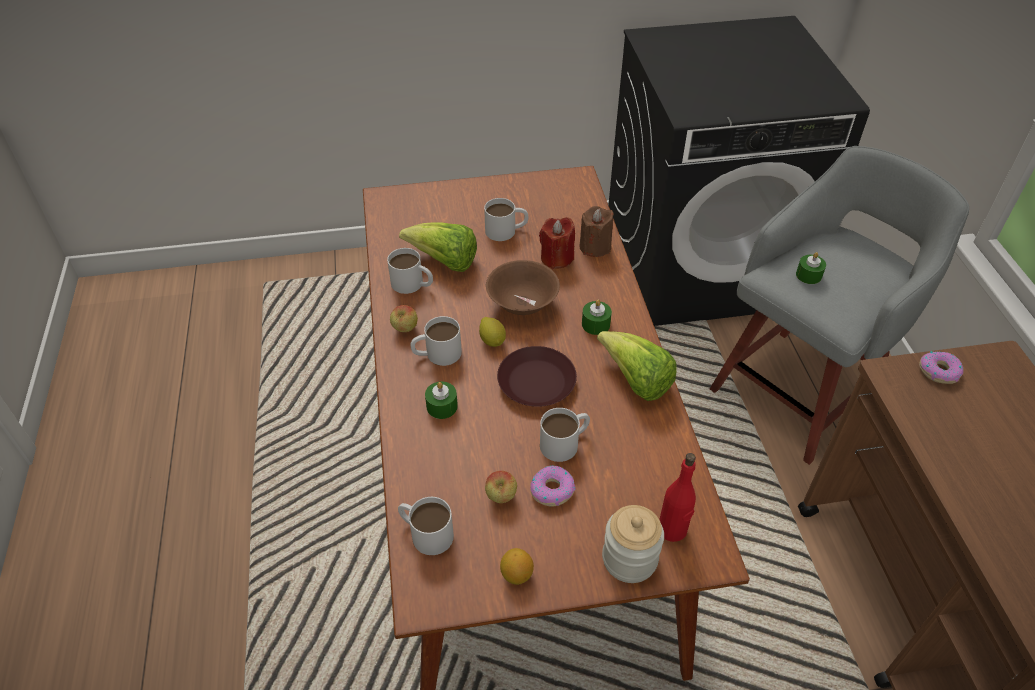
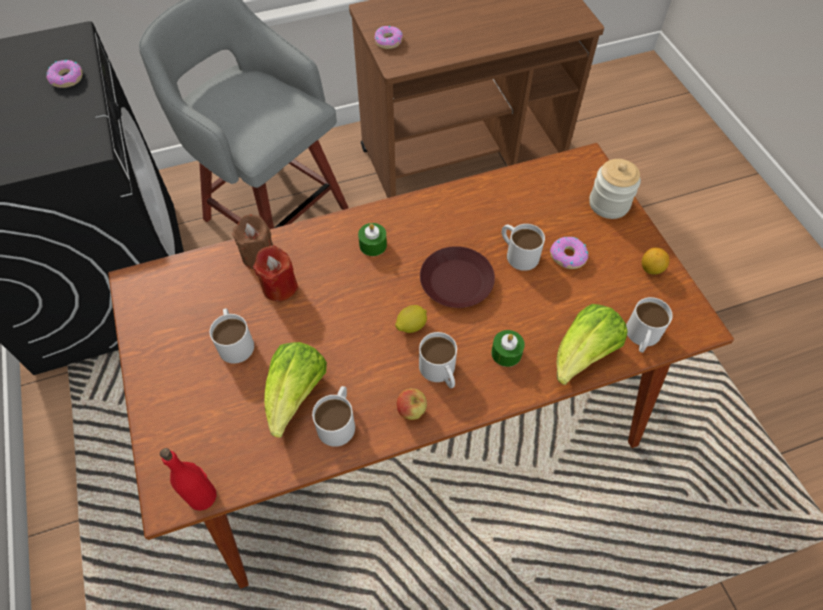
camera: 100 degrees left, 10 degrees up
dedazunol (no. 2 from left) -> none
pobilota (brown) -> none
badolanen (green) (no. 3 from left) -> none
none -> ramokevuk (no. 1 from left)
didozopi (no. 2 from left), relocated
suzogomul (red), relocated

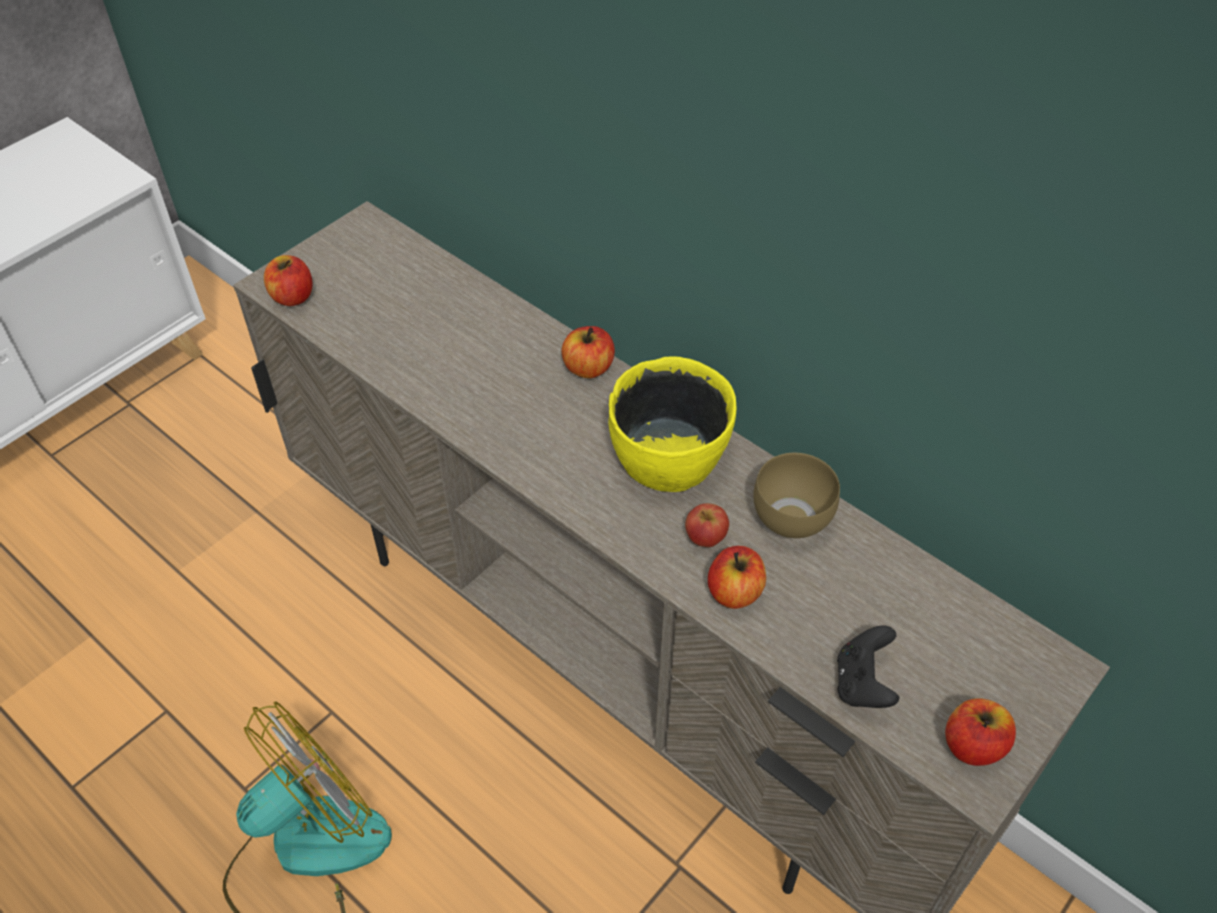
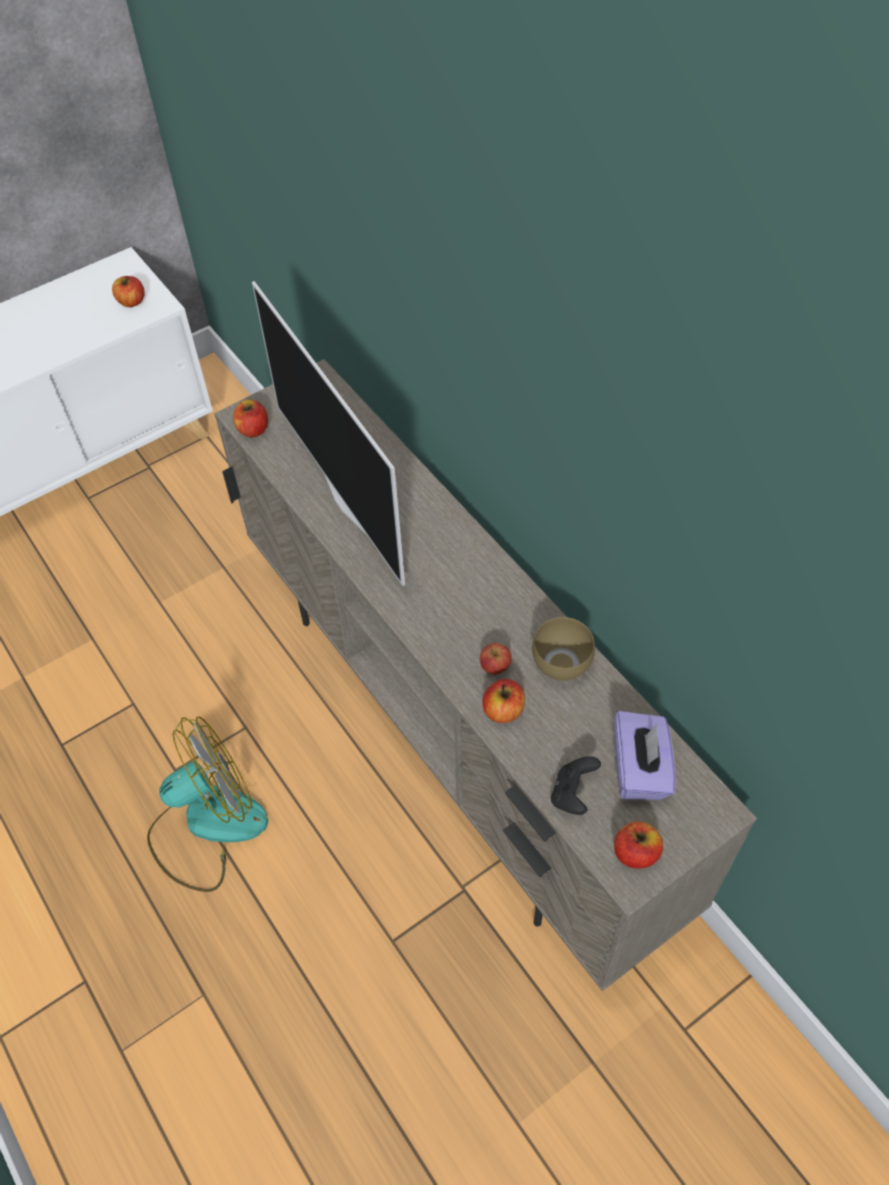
camera: 15 degrees right, 5 degrees up
pobilota (yellow) -> none
none -> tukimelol
none -> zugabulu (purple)
dedazunol (no. 2 from left in the first image) -> dedazunol (no. 1 from left), relocated

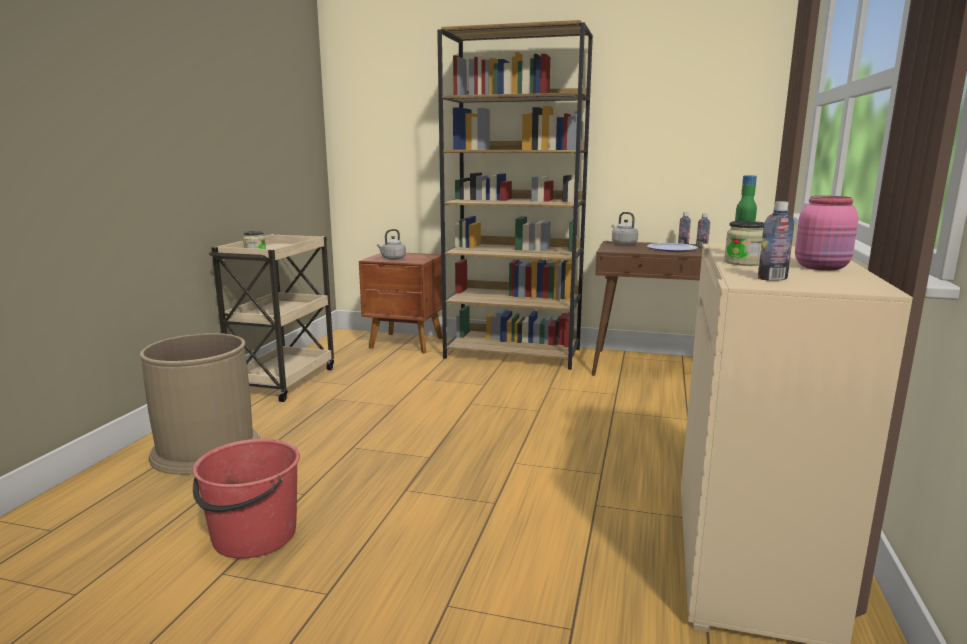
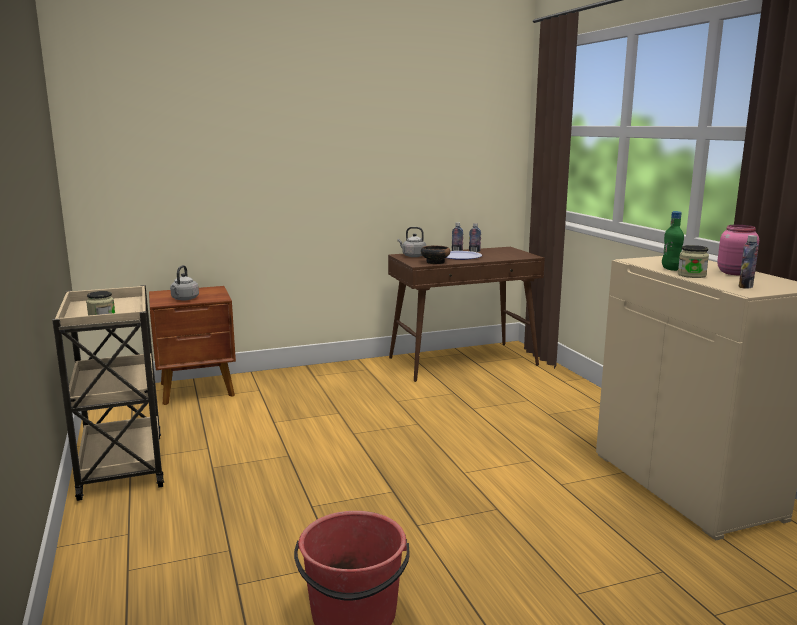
camera: 35 degrees left, 0 degrees up
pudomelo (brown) -> none
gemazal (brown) -> none
none -> pobilota

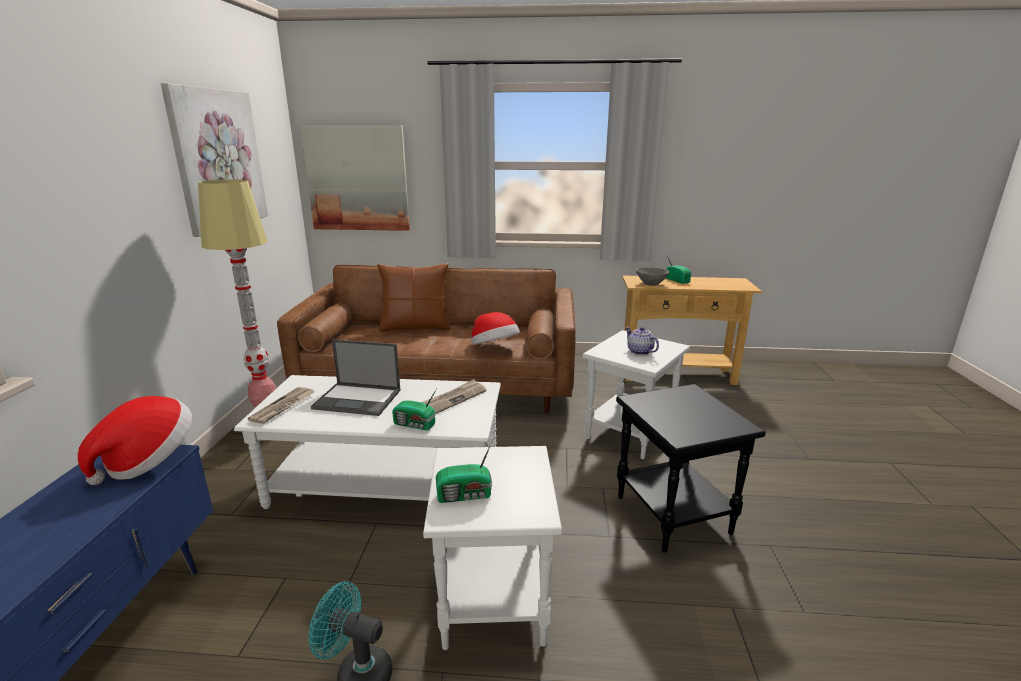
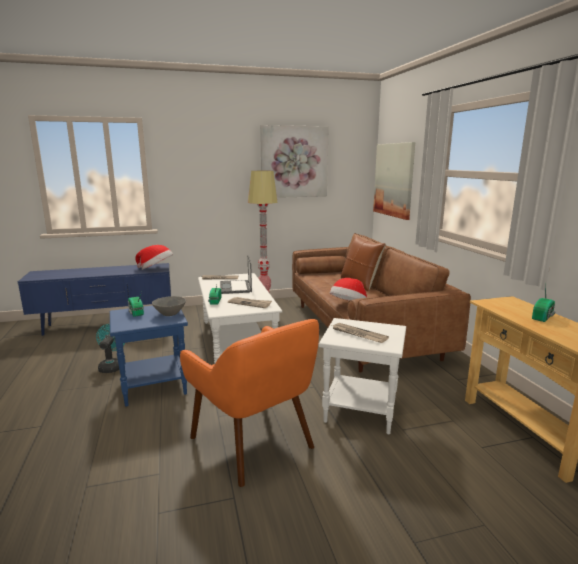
camera: 70 degrees right, 5 degrees down
pobilota (grey), relocated
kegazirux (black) -> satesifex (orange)
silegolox -> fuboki (no. 3 from left)
kegazirux (white) (no. 1 from left) -> kegazirux (blue)

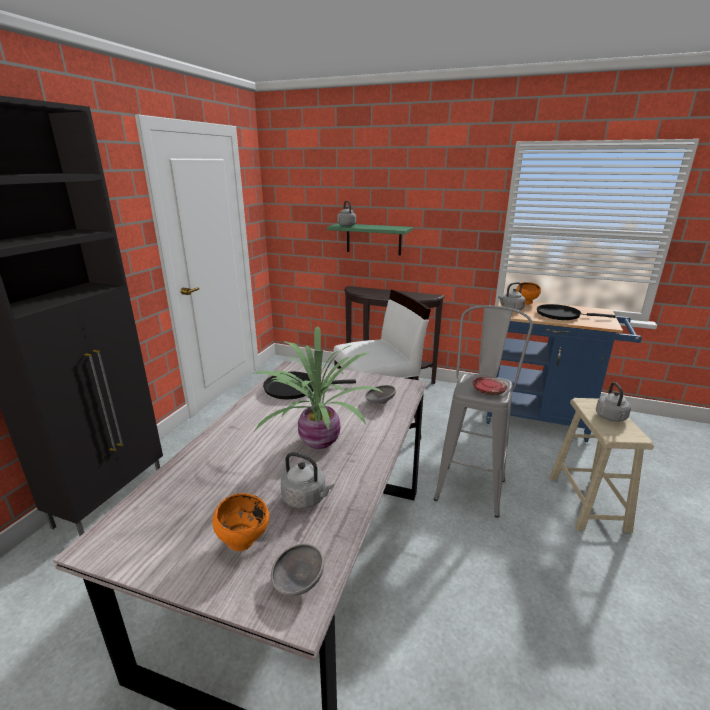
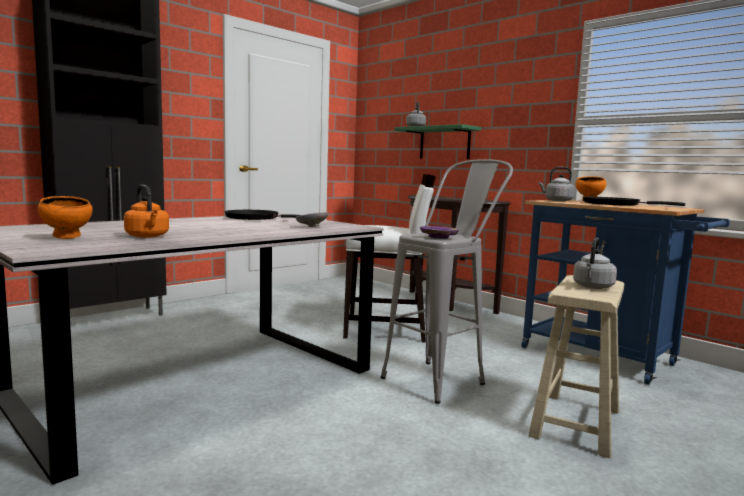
camera: 25 degrees right, 15 degrees down
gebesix -> none
pobilota (grey) (no. 1 from left) -> none
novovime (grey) (no. 1 from left) -> novovime (orange)
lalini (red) -> lalini (purple)

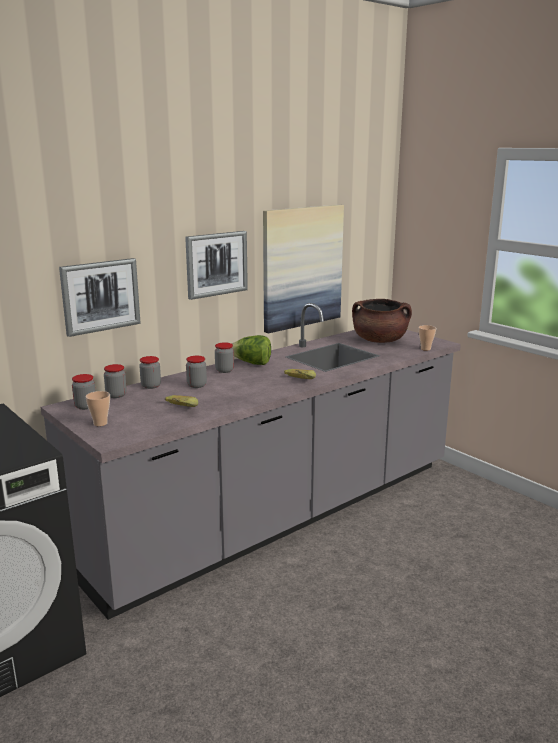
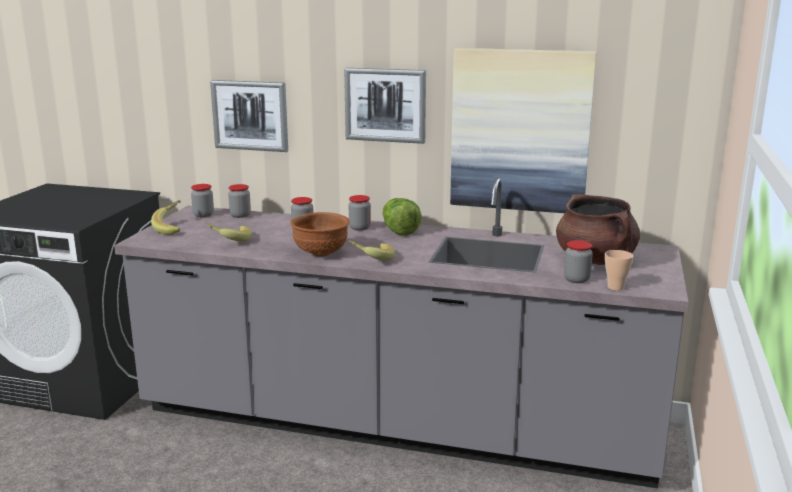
camera: 55 degrees right, 0 degrees up
none -> pobilota (brown)
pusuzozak (no. 3 from left in the first image) -> pusuzozak (no. 5 from left), relocated
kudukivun (no. 1 from left) -> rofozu (no. 1 from left)

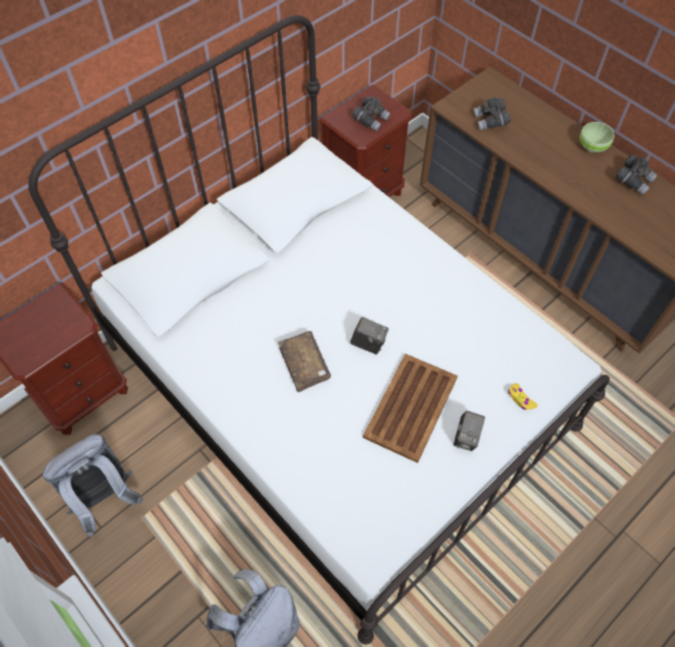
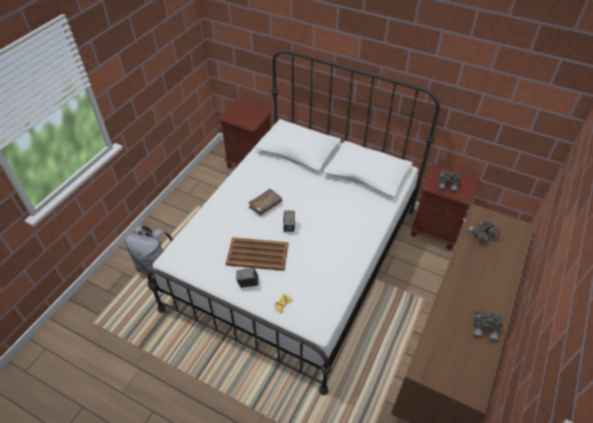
camera: 70 degrees right, 10 degrees down
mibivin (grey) (no. 1 from left) -> none
pobilota (green) -> none

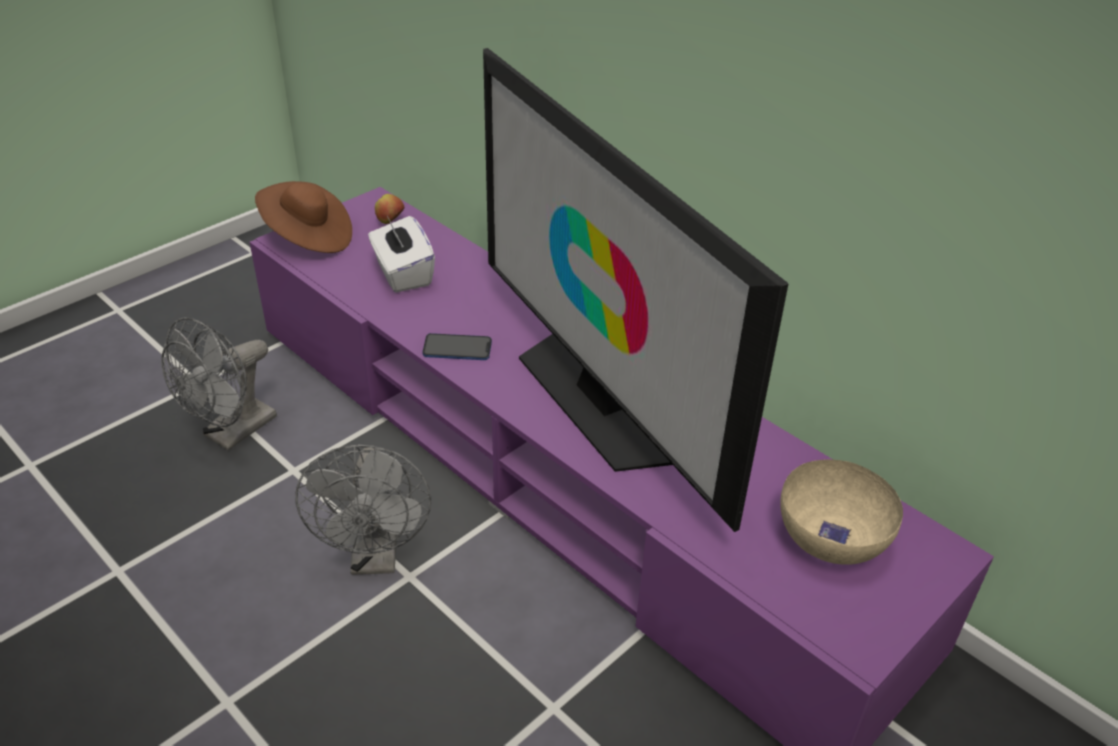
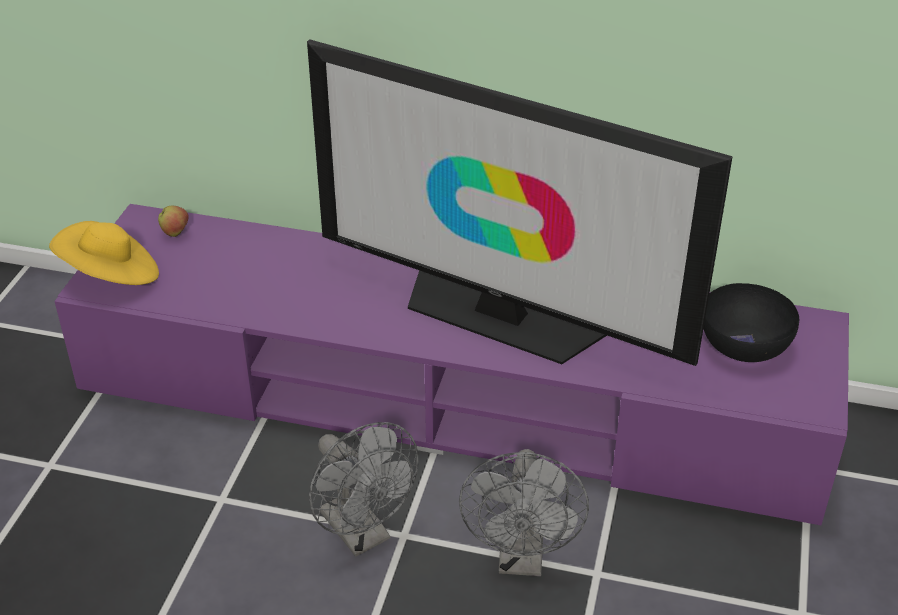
camera: 30 degrees left, 0 degrees up
zugabulu (white) -> none
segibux -> none
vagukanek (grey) (no. 1 from left in the first image) -> vagukanek (grey) (no. 2 from left), relocated
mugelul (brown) -> mugelul (yellow)
pobilota (beige) -> pobilota (black)

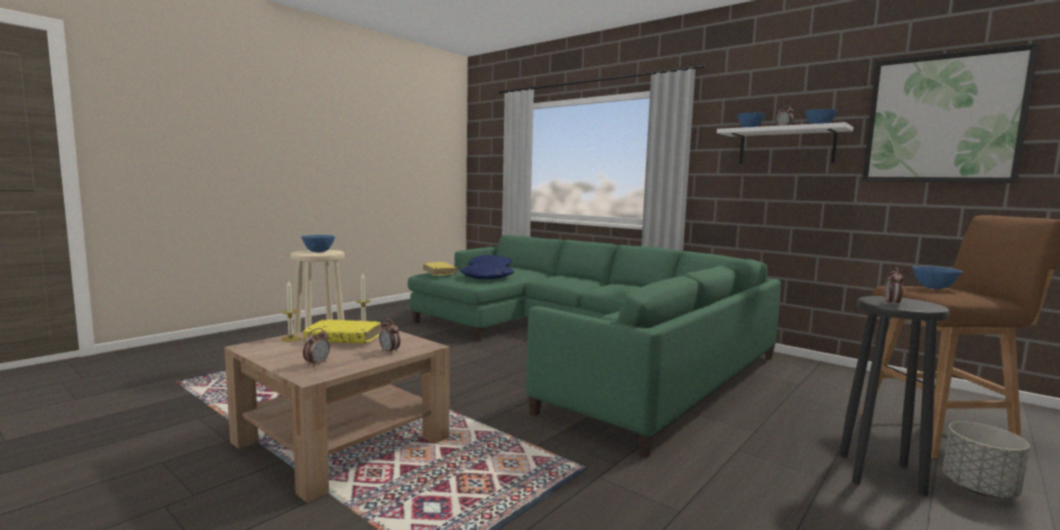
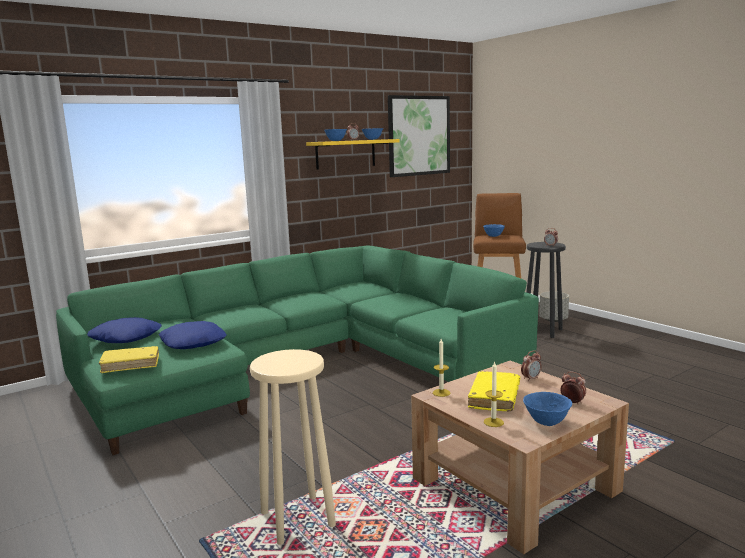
camera: 75 degrees left, 5 degrees up
pobilota (blue) (no. 1 from left in the first image) -> pobilota (blue) (no. 4 from left), relocated
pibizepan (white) -> pibizepan (yellow)

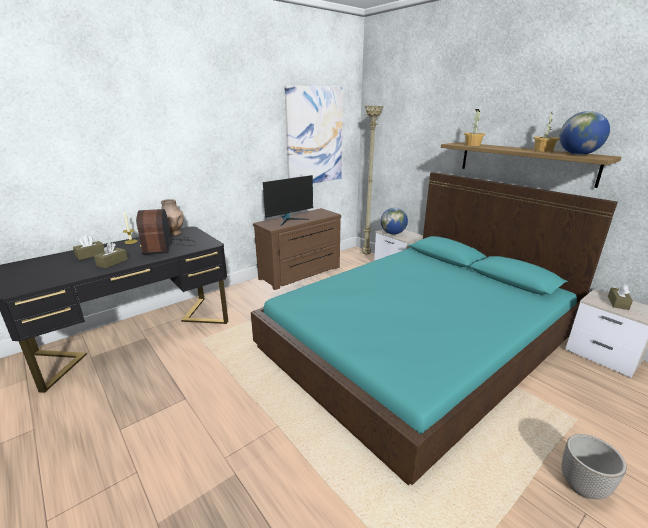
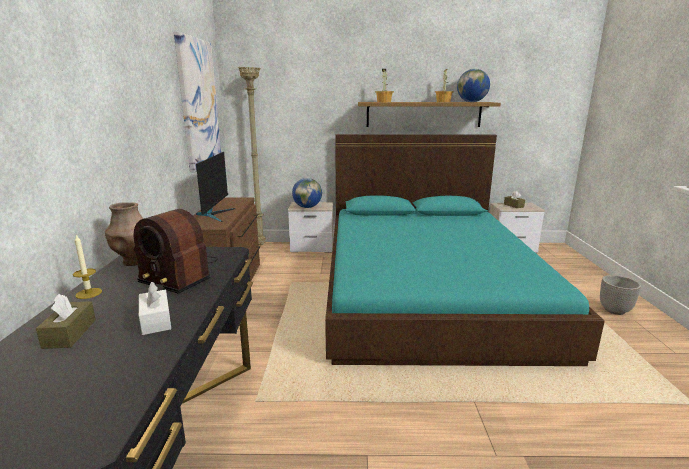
camera: 50 degrees left, 5 degrees down
zugabulu (brown) (no. 2 from left) -> zugabulu (white)

